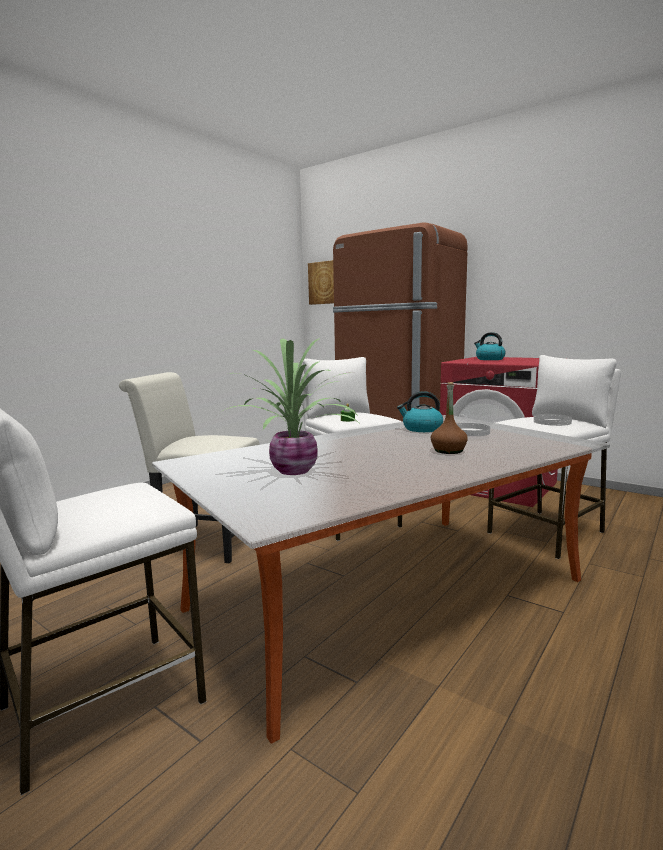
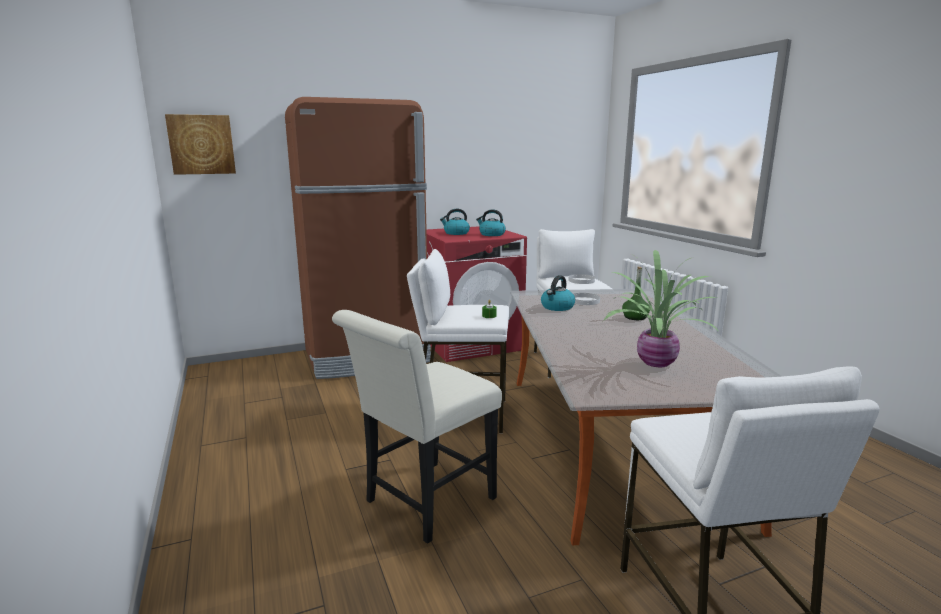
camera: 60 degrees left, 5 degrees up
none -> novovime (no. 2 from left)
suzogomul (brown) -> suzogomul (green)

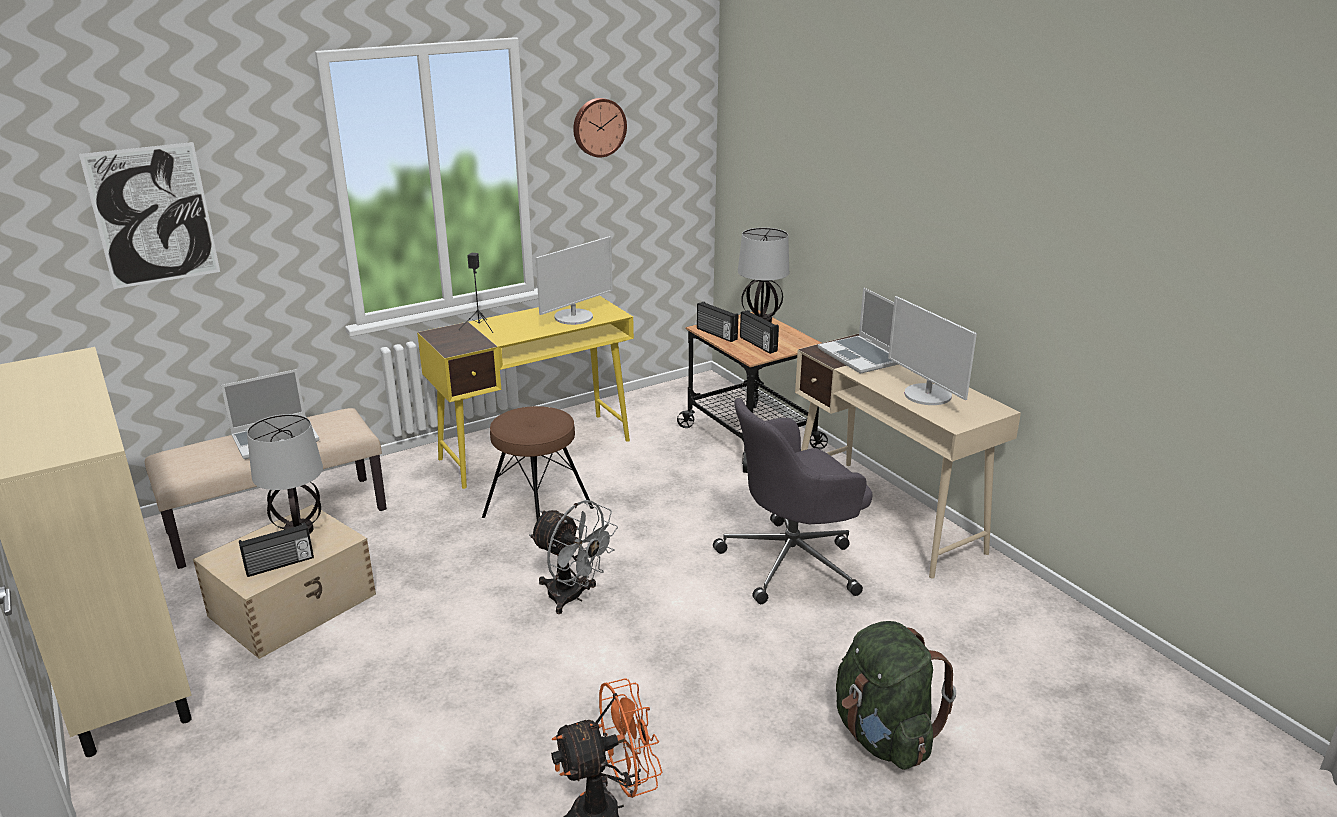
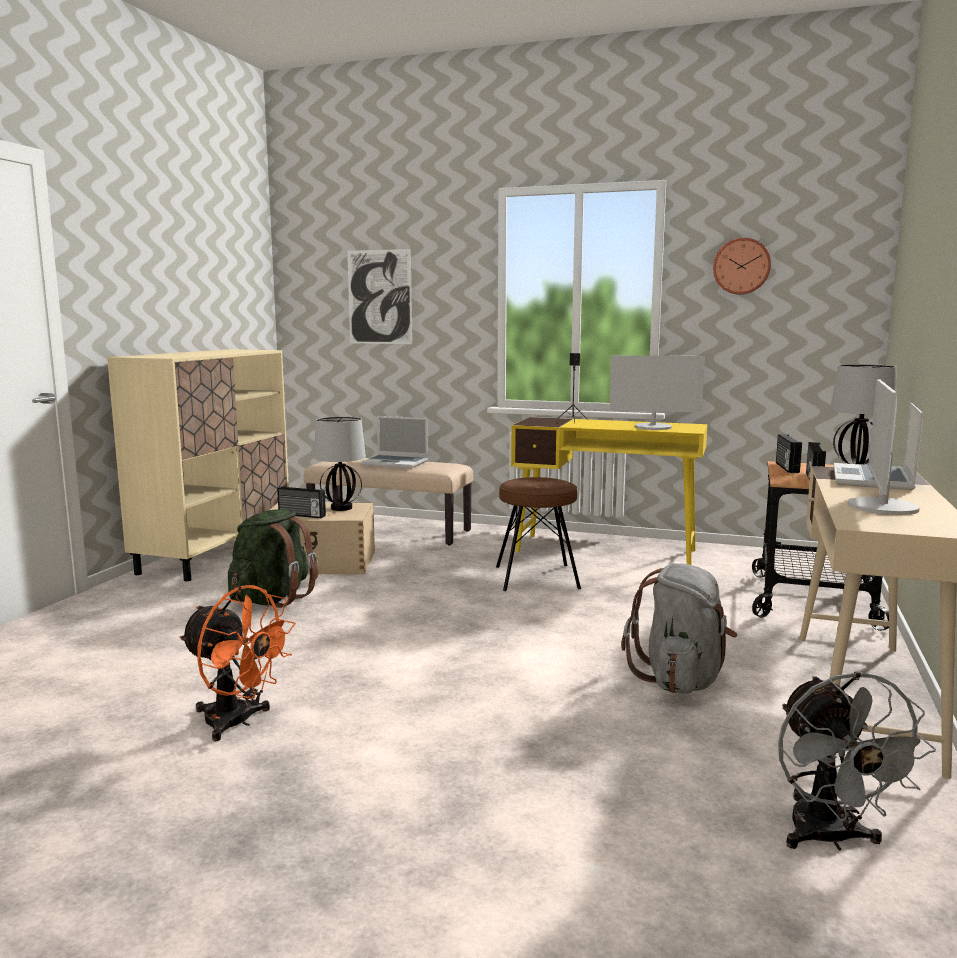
camera: 50 degrees right, 15 degrees down
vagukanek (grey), relocated
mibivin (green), relocated
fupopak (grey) -> mibivin (grey)

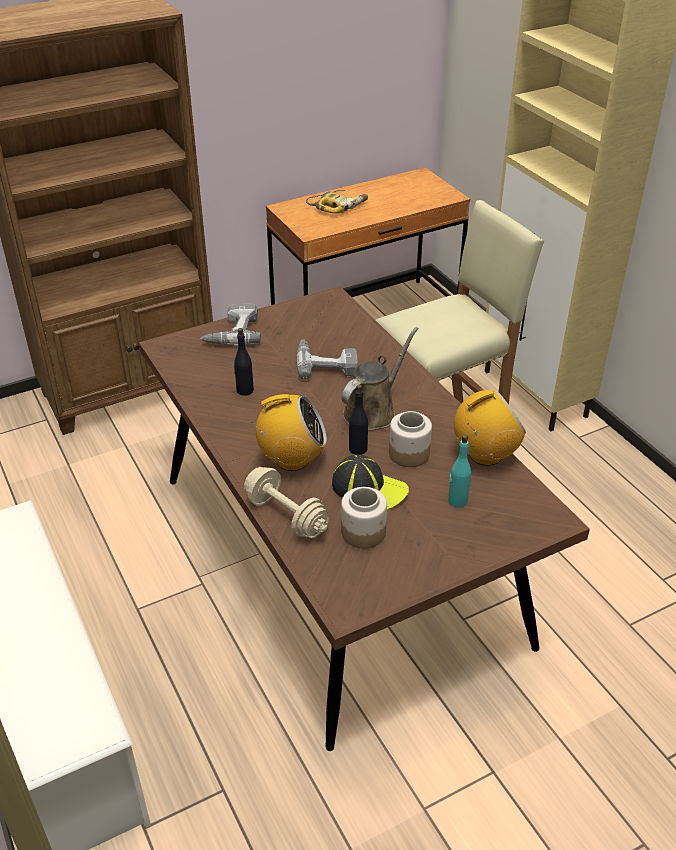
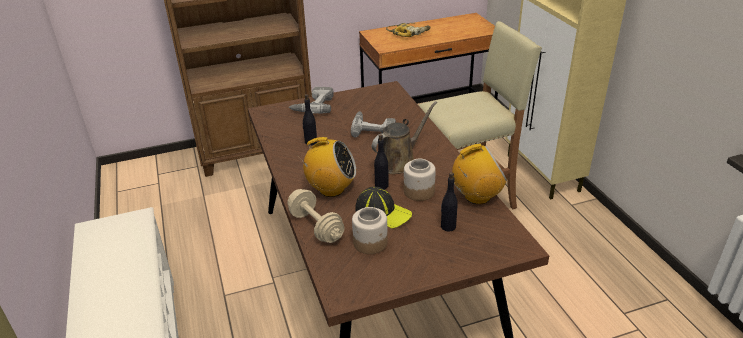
camera: 10 degrees right, 5 degrees down
suzogomul (turquoise) -> suzogomul (black) (no. 3 from left)

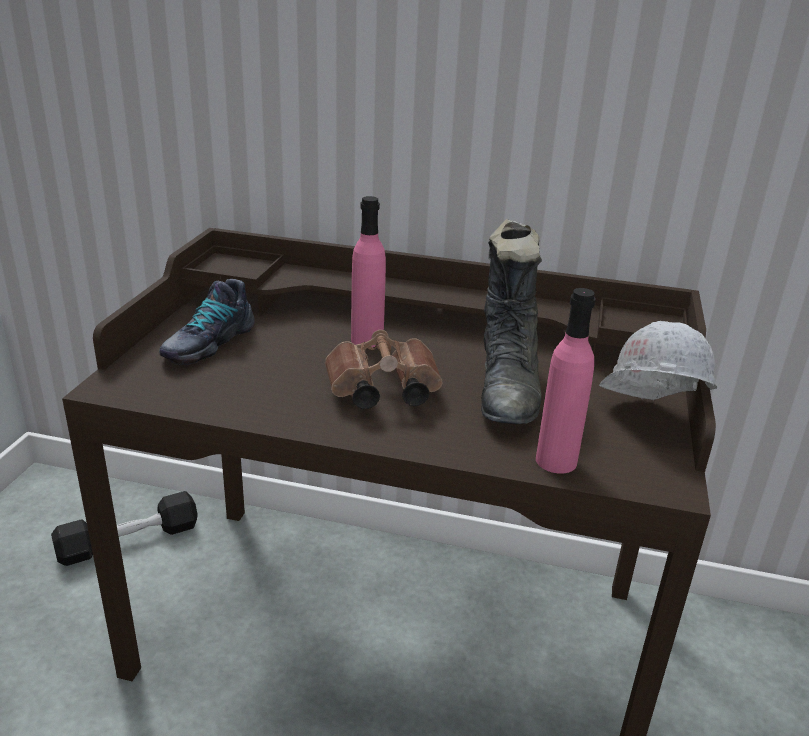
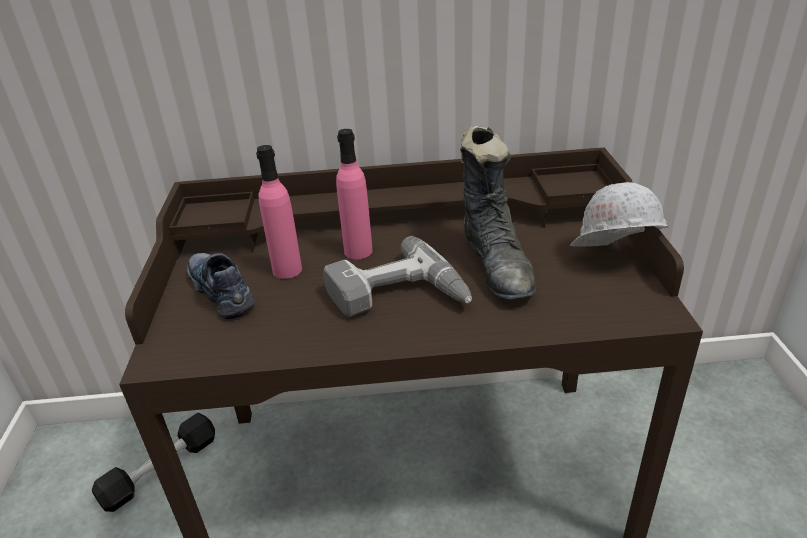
camera: 15 degrees left, 5 degrees up
suzogomul (pink) (no. 2 from left in the first image) -> suzogomul (pink) (no. 1 from left), relocated
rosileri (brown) -> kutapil
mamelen, 135 degrees clockwise

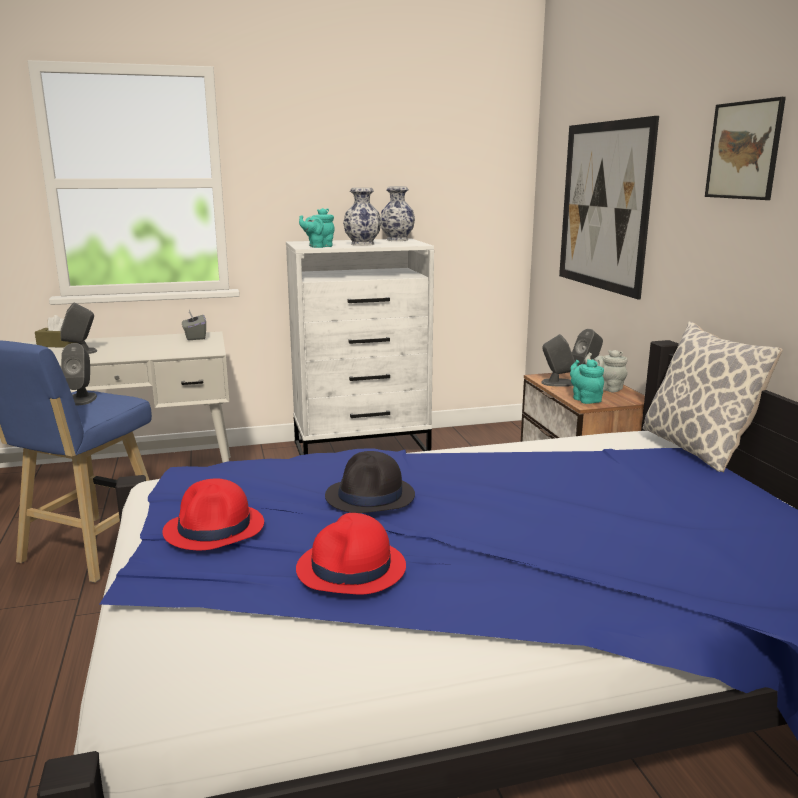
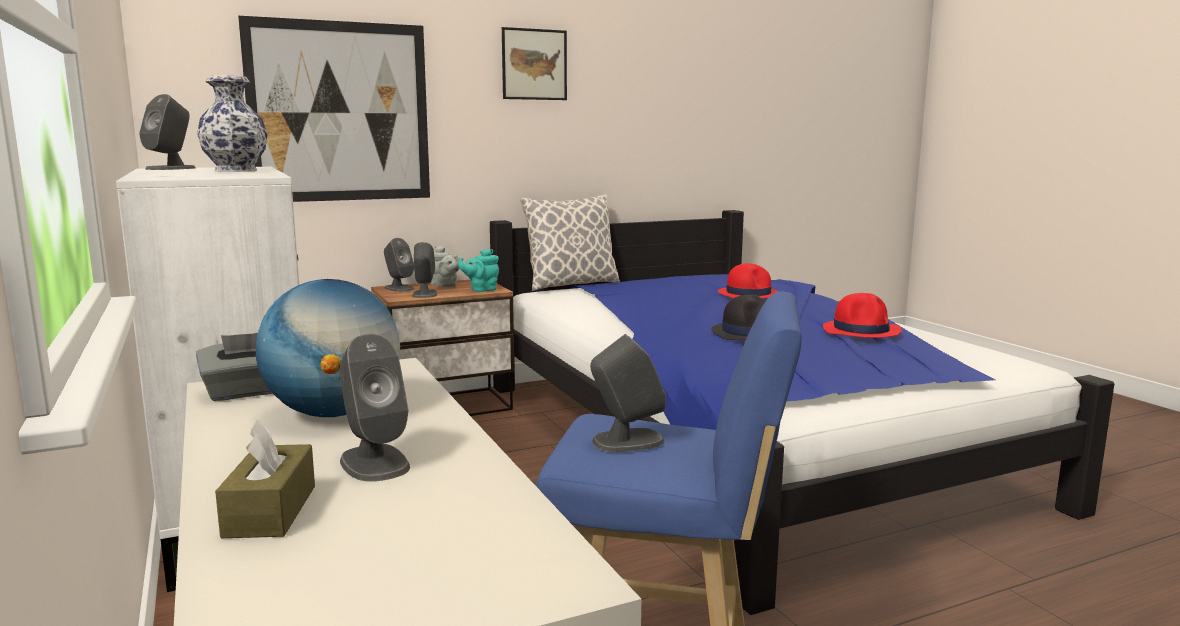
camera: 100 degrees left, 5 degrees down
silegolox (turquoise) (no. 1 from left) -> none
none -> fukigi
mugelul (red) (no. 1 from left), relocated
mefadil (no. 2 from left) -> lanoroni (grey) (no. 1 from left)
silegolox (grey), 75 degrees counterclockwise

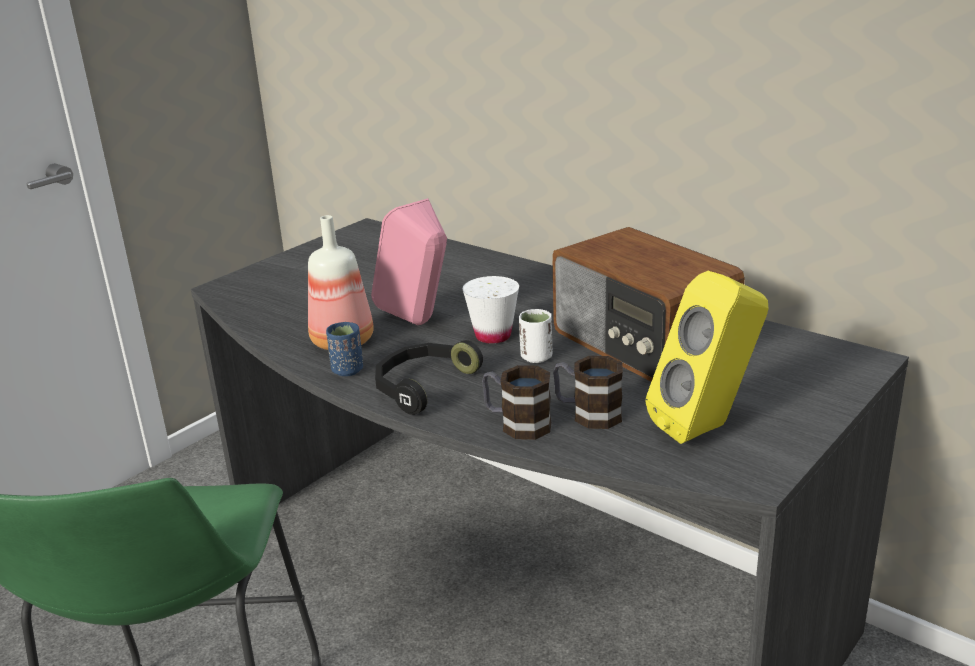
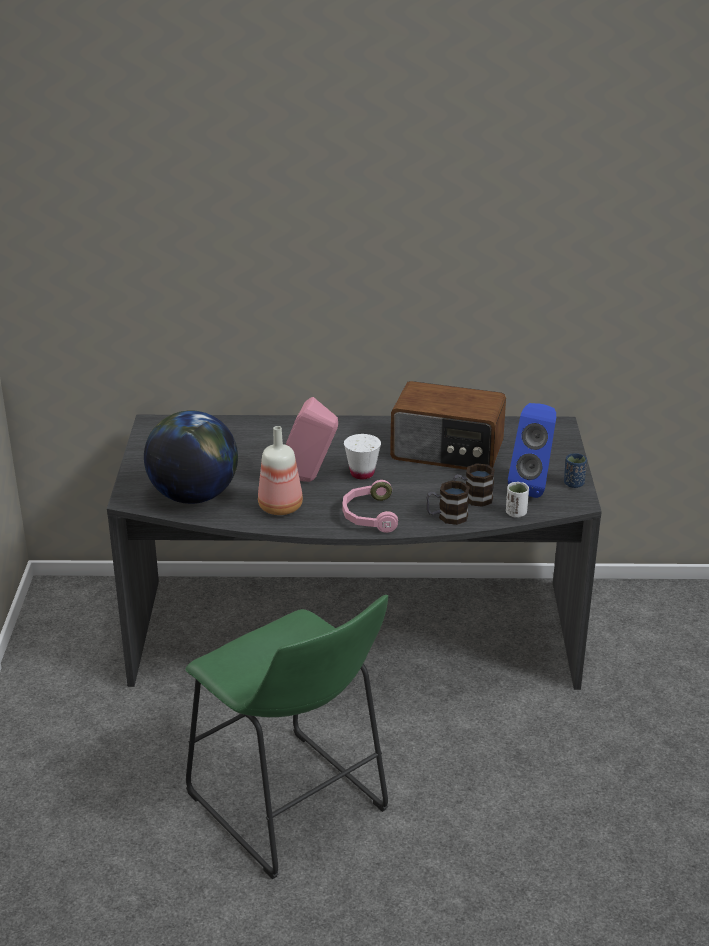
camera: 40 degrees left, 5 degrees up
none -> fukigi
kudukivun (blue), relocated
kudukivun (white) (no. 2 from left), relocated
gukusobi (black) -> gukusobi (pink)
lanoroni (yellow) -> lanoroni (blue)

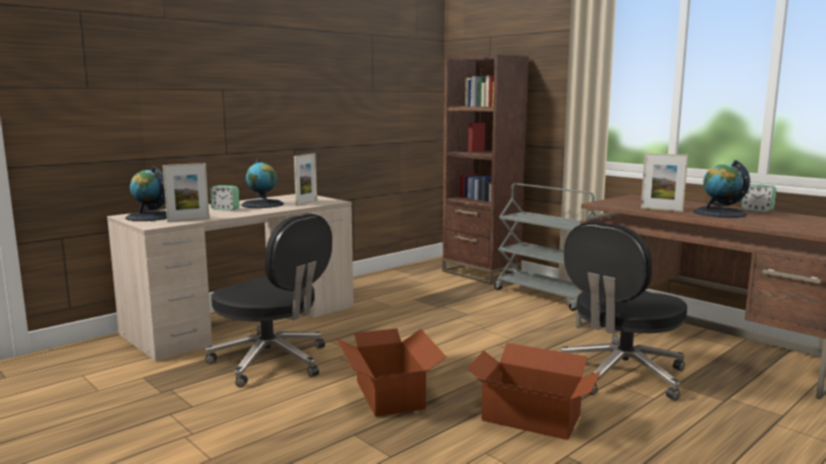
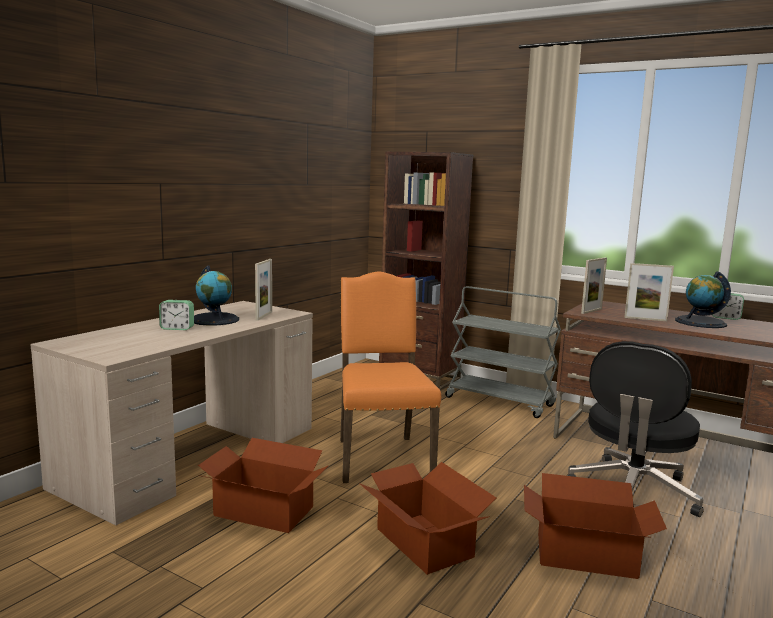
camera: 15 degrees left, 0 degrees up
fukigi (no. 1 from left) -> none
none -> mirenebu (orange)
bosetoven (no. 1 from left in the first image) -> bosetoven (no. 2 from left), relocated
fupopak (black) (no. 1 from left) -> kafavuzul (no. 1 from left)

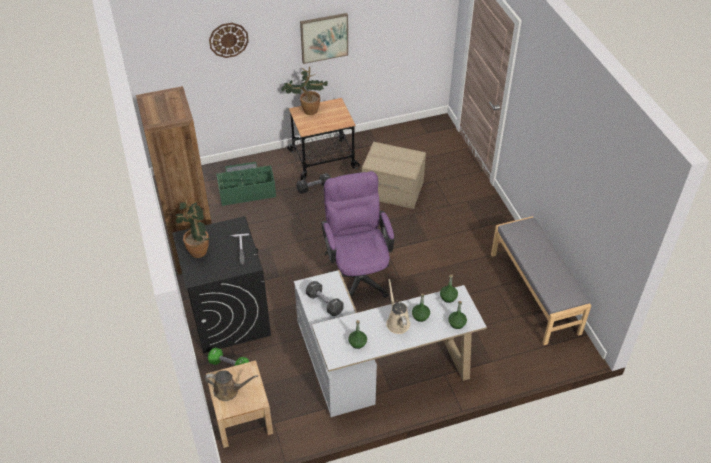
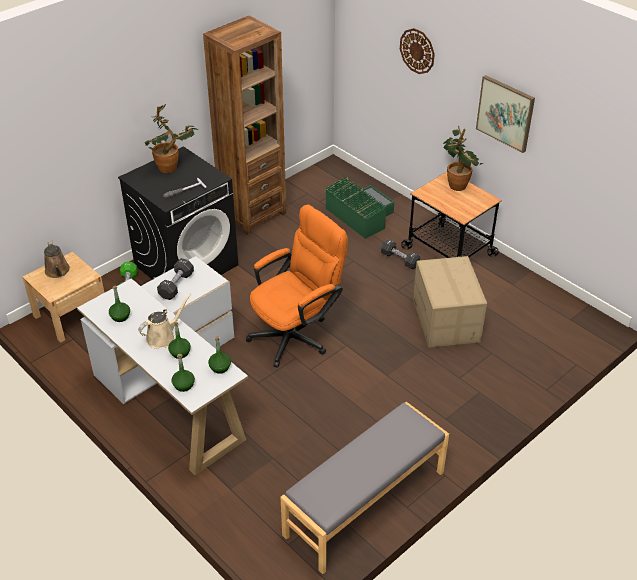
camera: 65 degrees right, 5 degrees down
fupopak (purple) -> fupopak (orange)

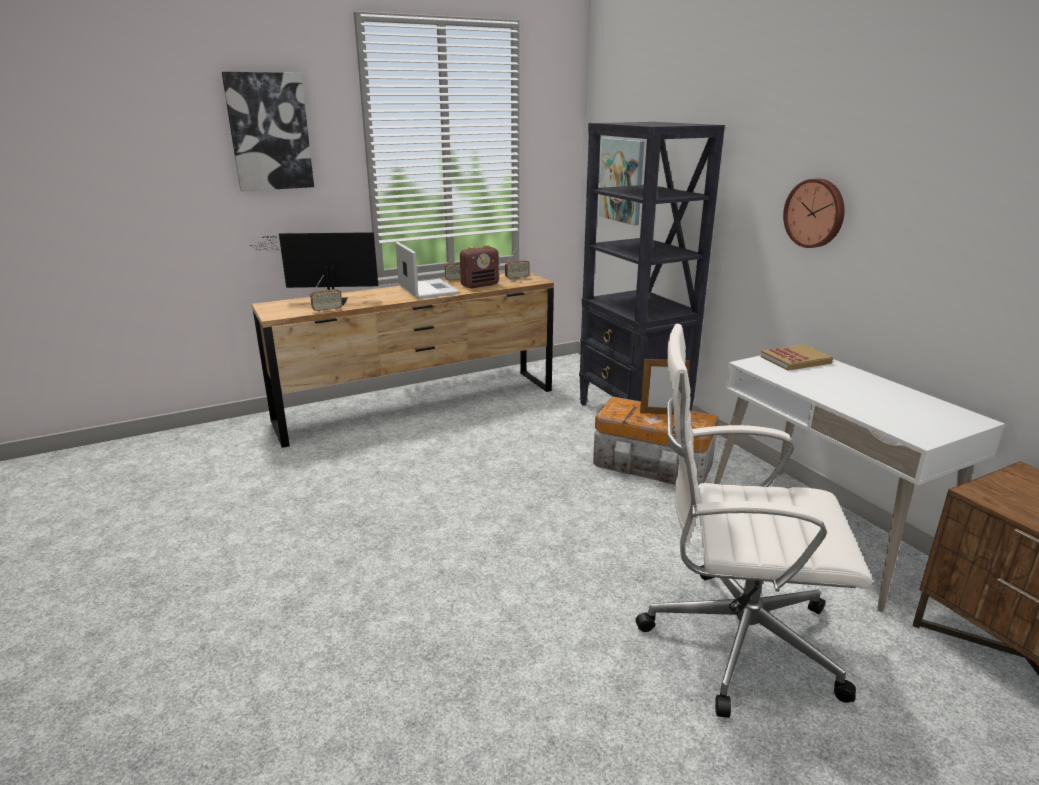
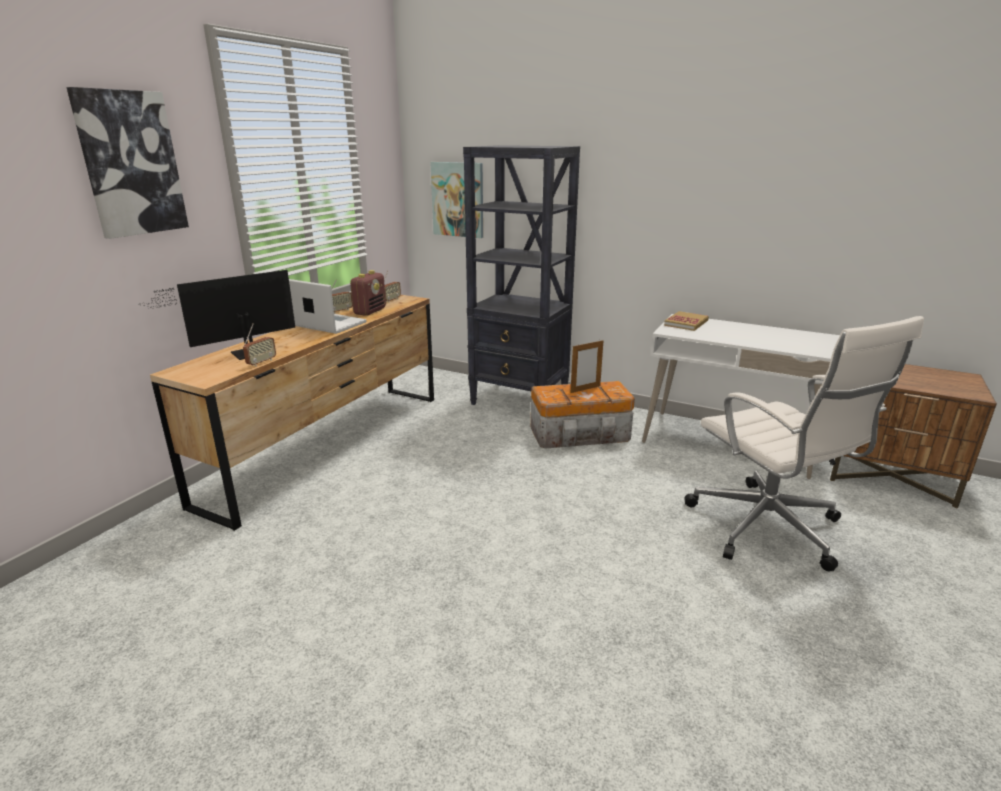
camera: 35 degrees left, 0 degrees up
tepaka -> none
fupopak (white), 90 degrees counterclockwise

